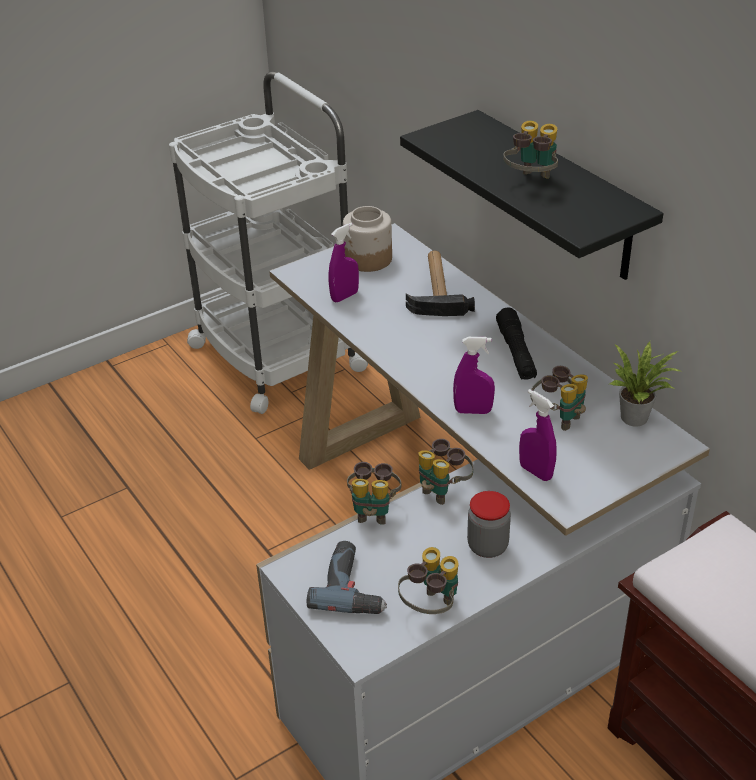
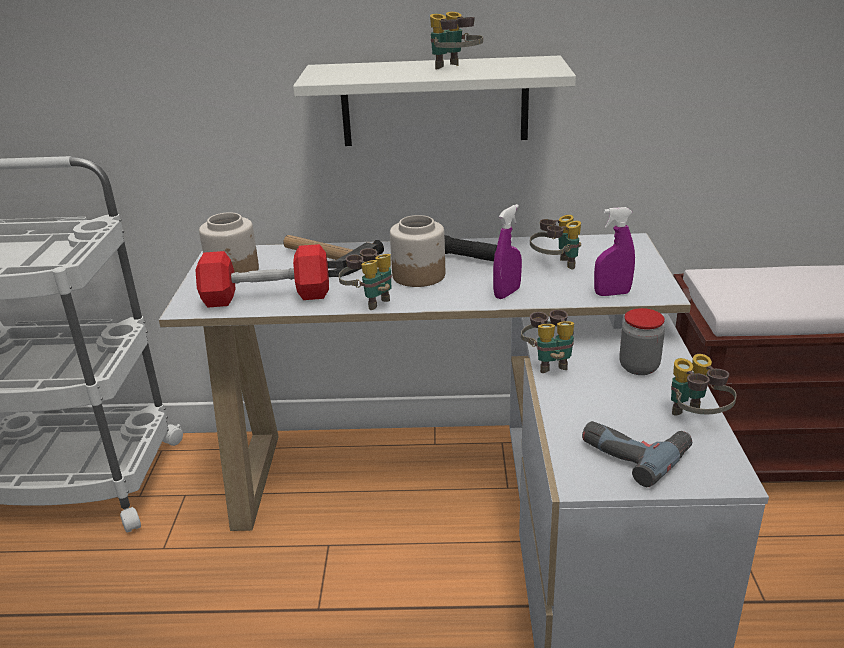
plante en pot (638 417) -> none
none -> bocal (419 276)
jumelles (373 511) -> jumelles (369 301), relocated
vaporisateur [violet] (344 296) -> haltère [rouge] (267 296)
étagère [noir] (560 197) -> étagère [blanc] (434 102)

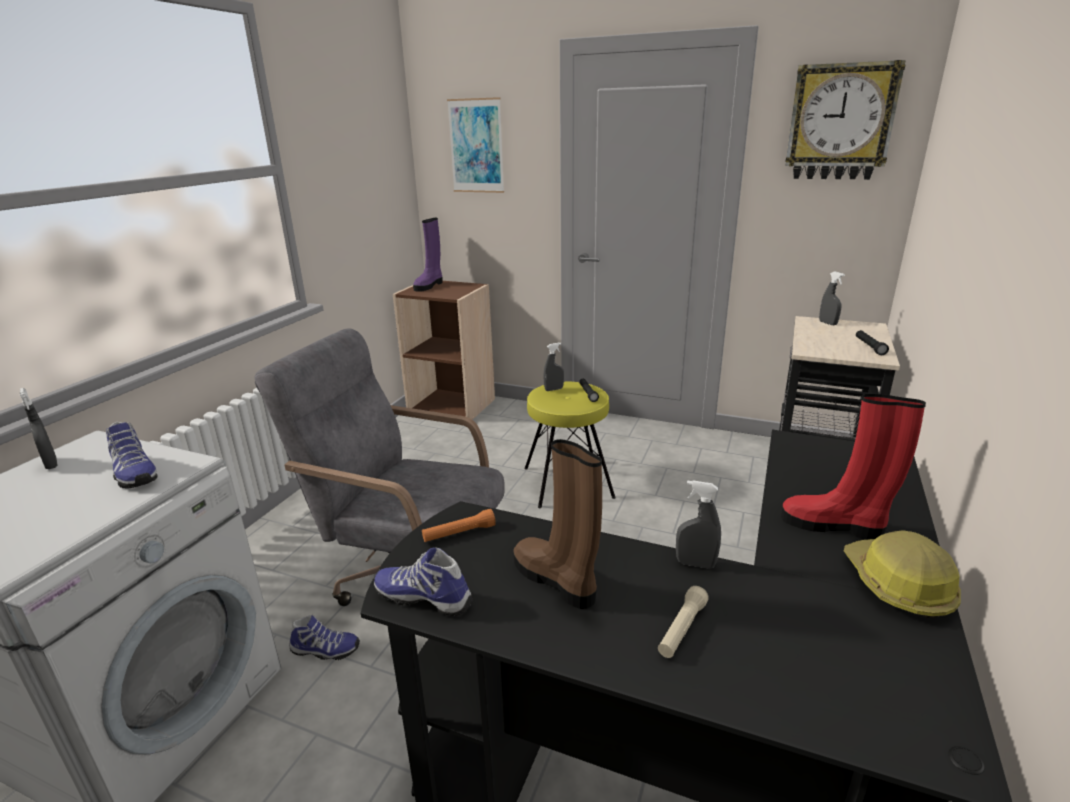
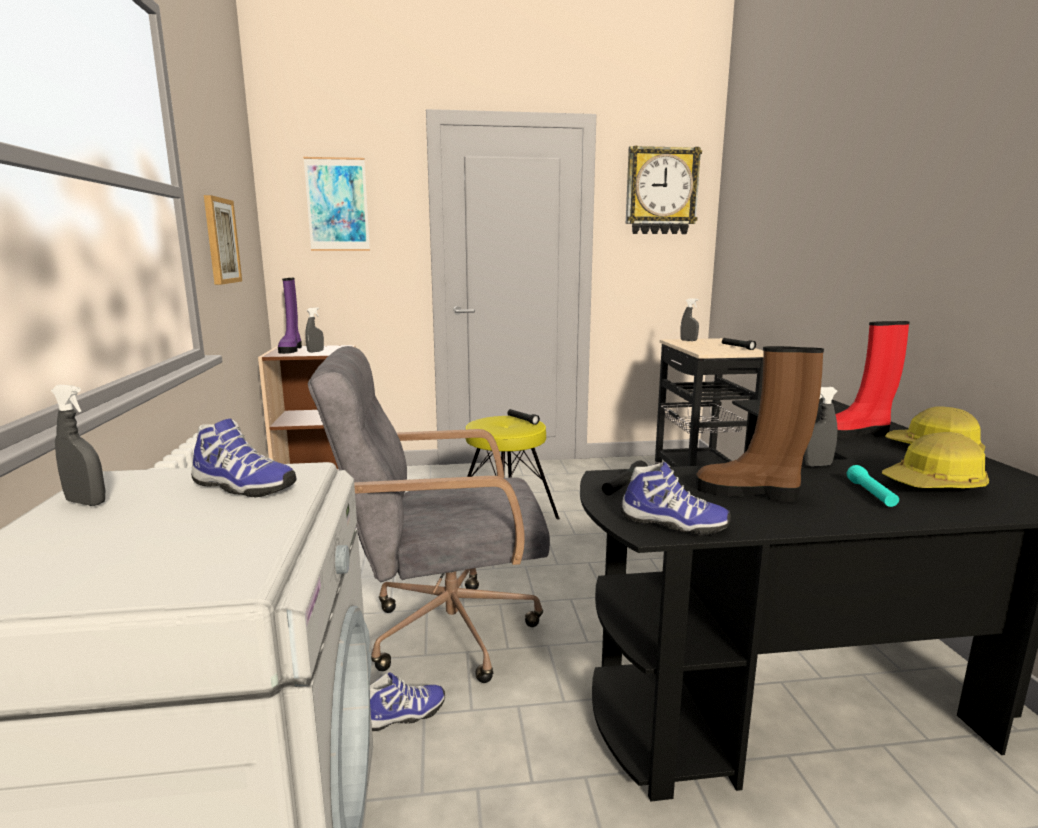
none -> tableau (220 241)
none -> casque de chantier (934 485)
vaporisateur [gris] (554 389) -> vaporisateur [gris] (315 351), relocated
lampe de poche [orange] (459 533) -> lampe de poche [noir] (624 486)
lampe de poche [beige] (682 629) -> lampe de poche [turquoise] (871 494)
chaussure (425 597) -> chaussure (672 524), 150 degrees counterclockwise

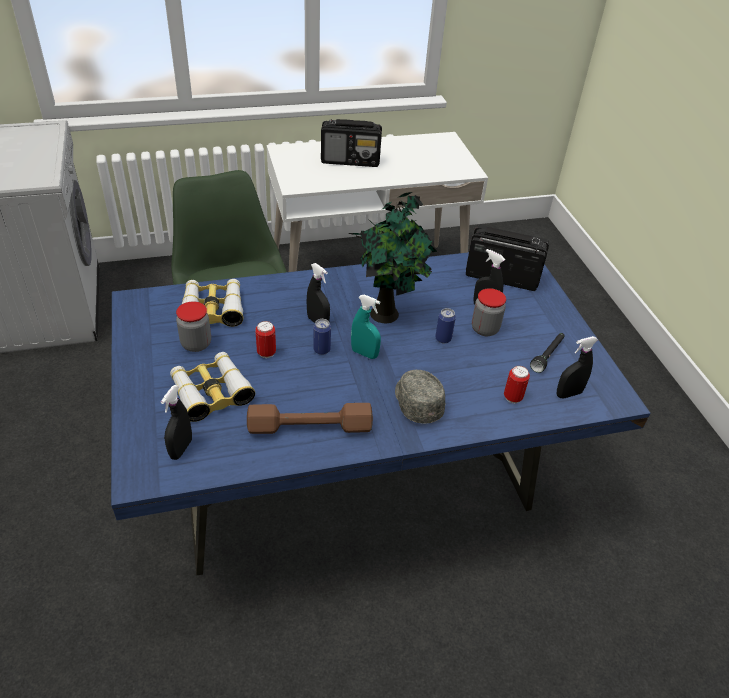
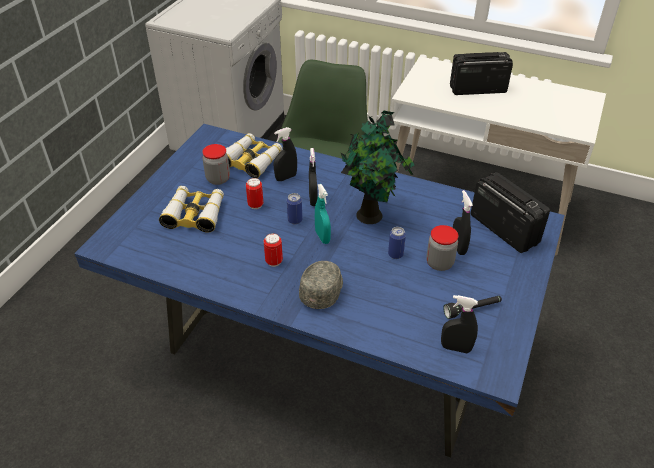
haltère [marron] (310 427) -> none
vaporisateur [noir] (181 449) -> vaporisateur [noir] (286 177), relocated
boîte métallique (512 397) -> boîte métallique (274 261), relocated
radio (351 161) -> radio (477 89), 135 degrees clockwise

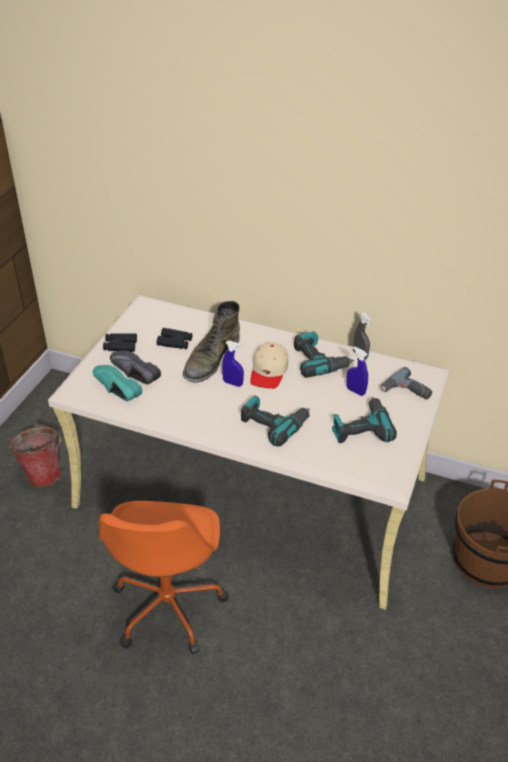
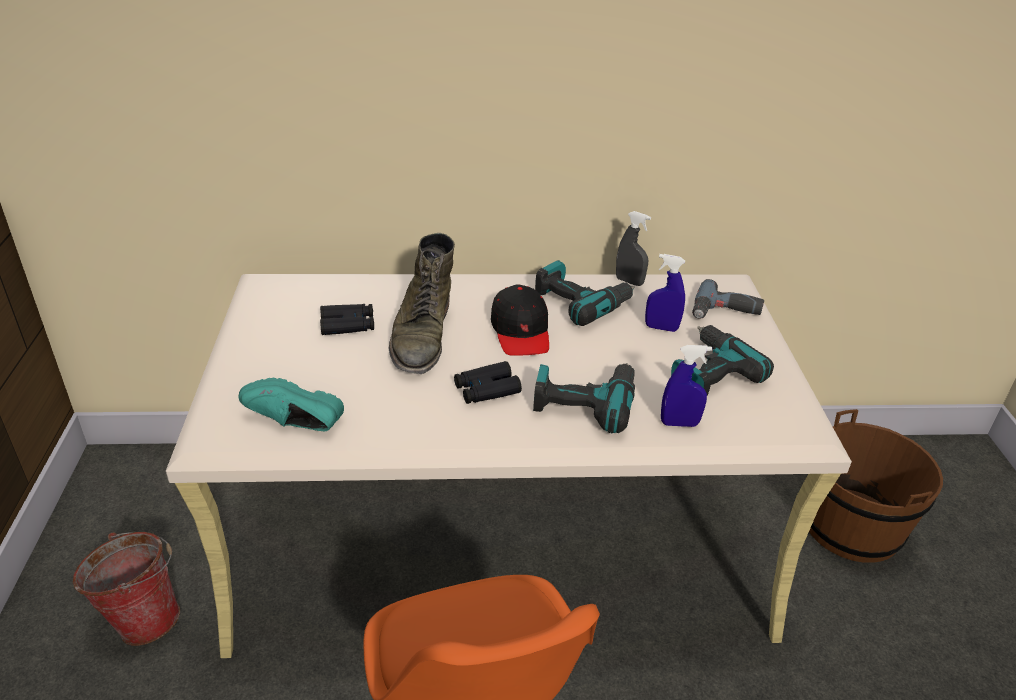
chaussure [noir] (133 377) -> none
jumelles [noir] (120 346) -> jumelles [noir] (486 389), relocated
vaporisateur [bleu] (232 383) -> vaporisateur [bleu] (679 423), relocated
casquette [beige] (269 371) -> casquette [noir] (521 331)

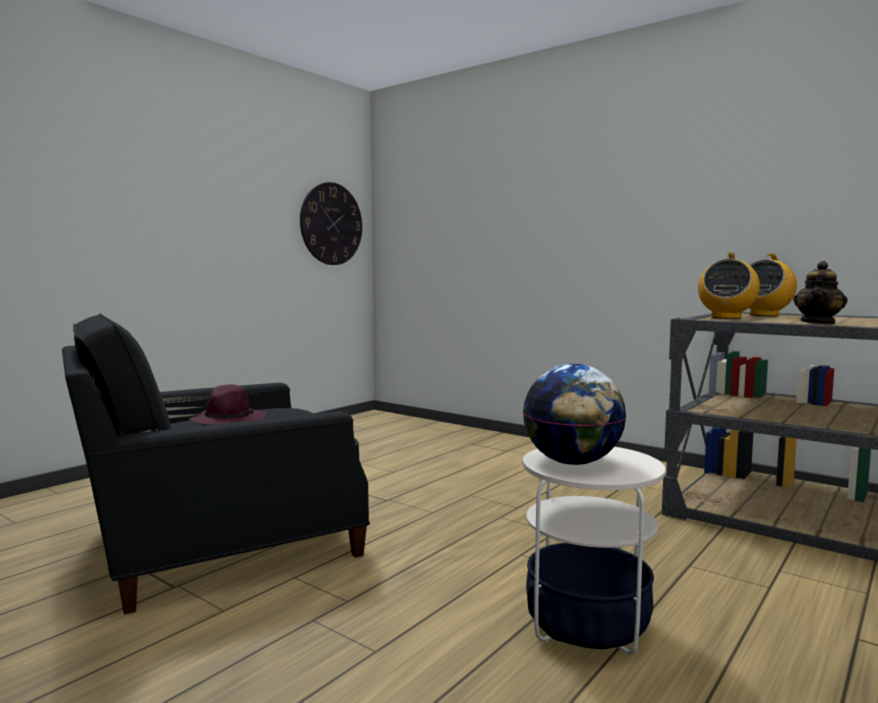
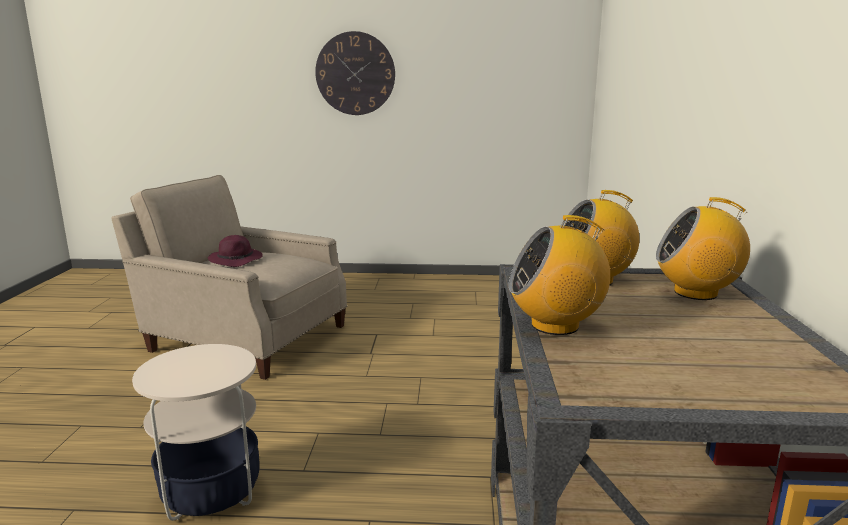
globe (572 462) -> none
horloge murale (331 224) -> horloge murale (355 74), relocated
théière (818 323) -> radio (555 325)
fauteuil [noir] (218 544) -> fauteuil [beige] (246 337)

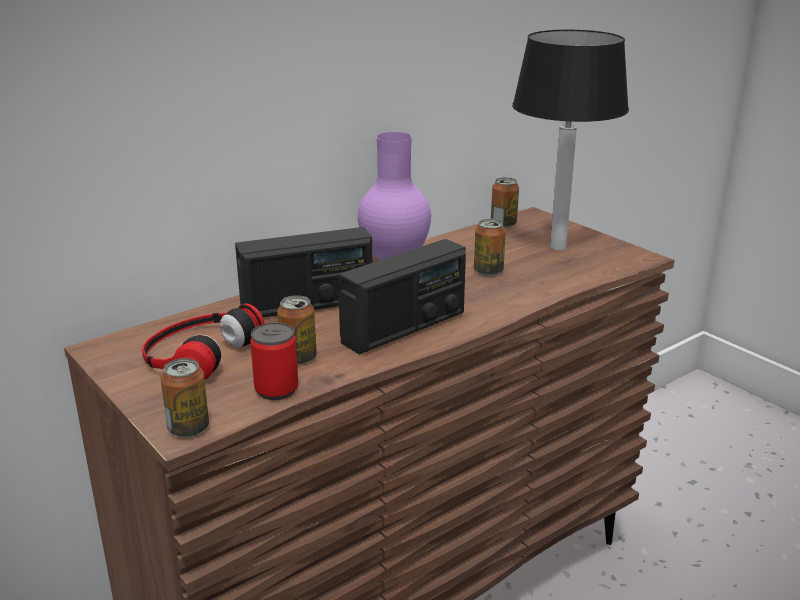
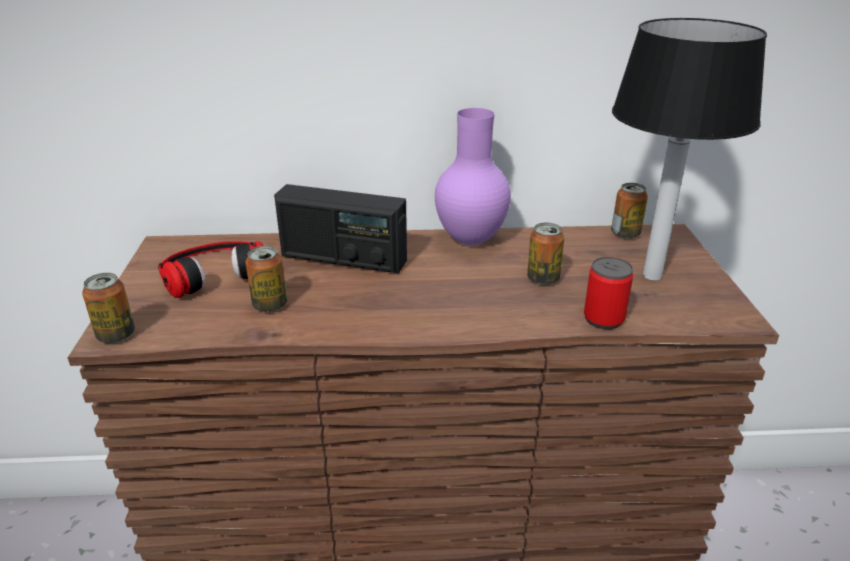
radio (404 328) -> none
boîte métallique (276 389) -> boîte métallique (603 319), relocated

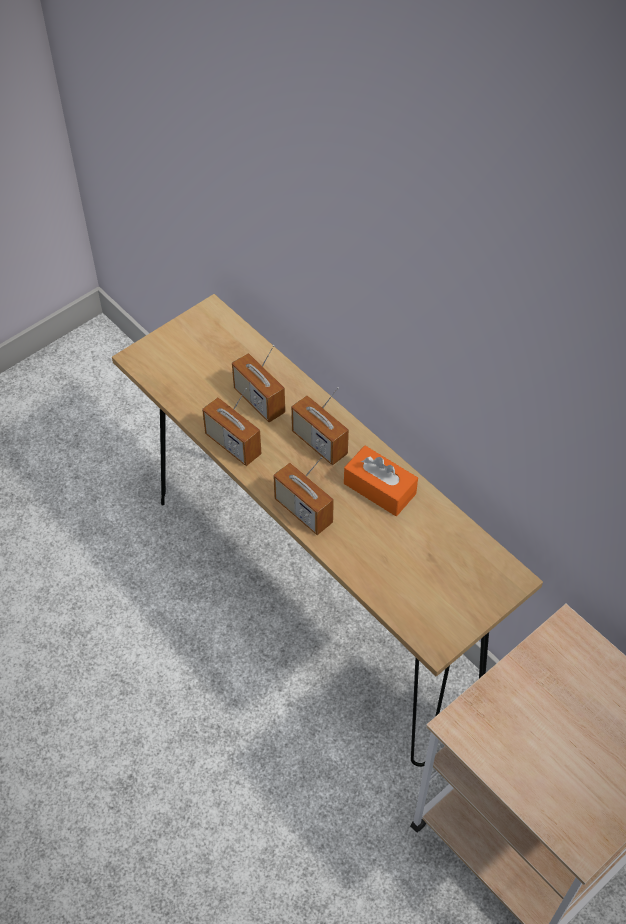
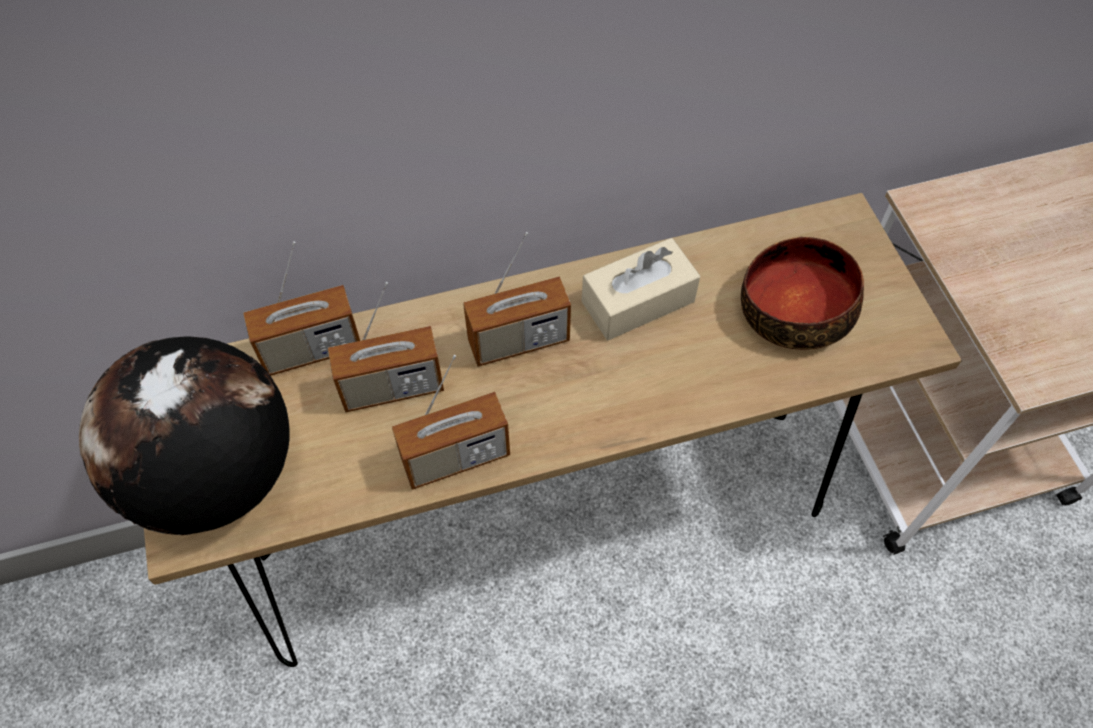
none -> globe (216 476)
none -> bol (796 307)
radio (303 511) -> radio (312 350), relocated
boîte à mouchoirs [orange] (379 488) -> boîte à mouchoirs [beige] (638 301)

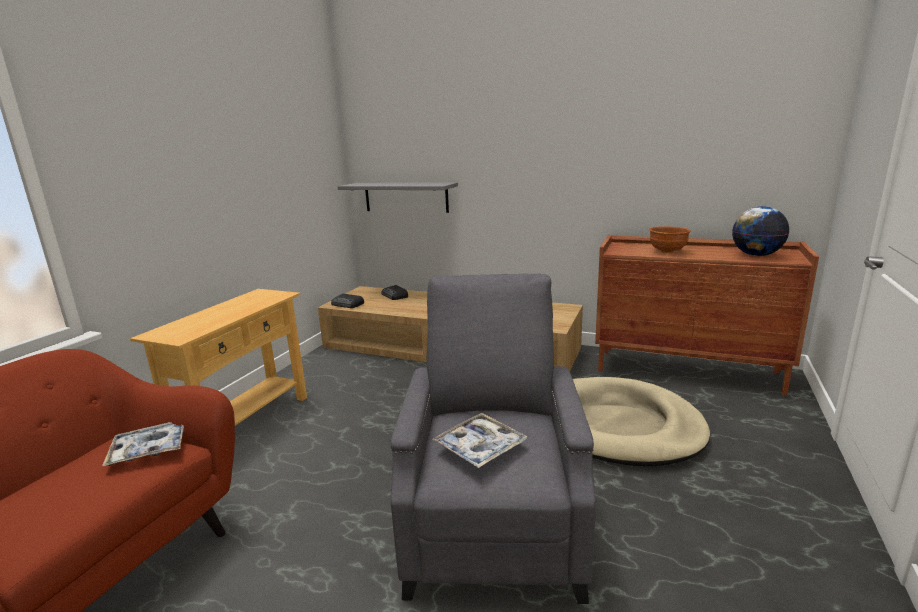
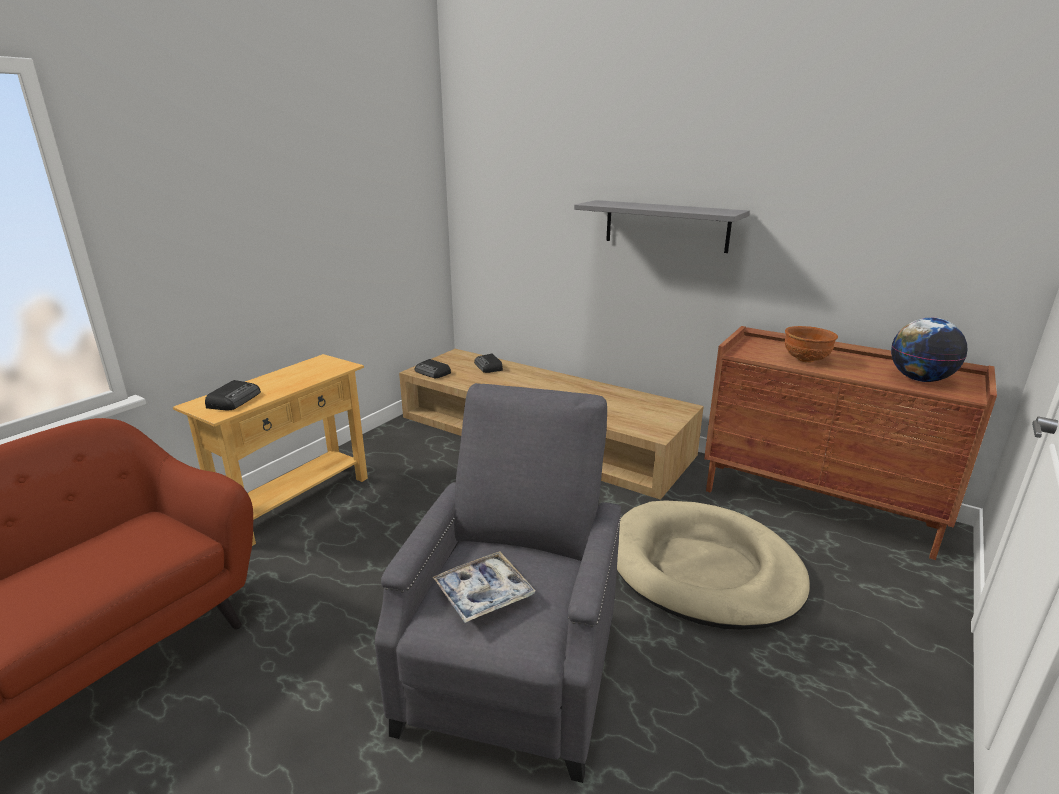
plateau (149 449) -> none
none -> radio (235 400)
étagère [gris] (406 197) -> étagère [gris] (666 226), relocated

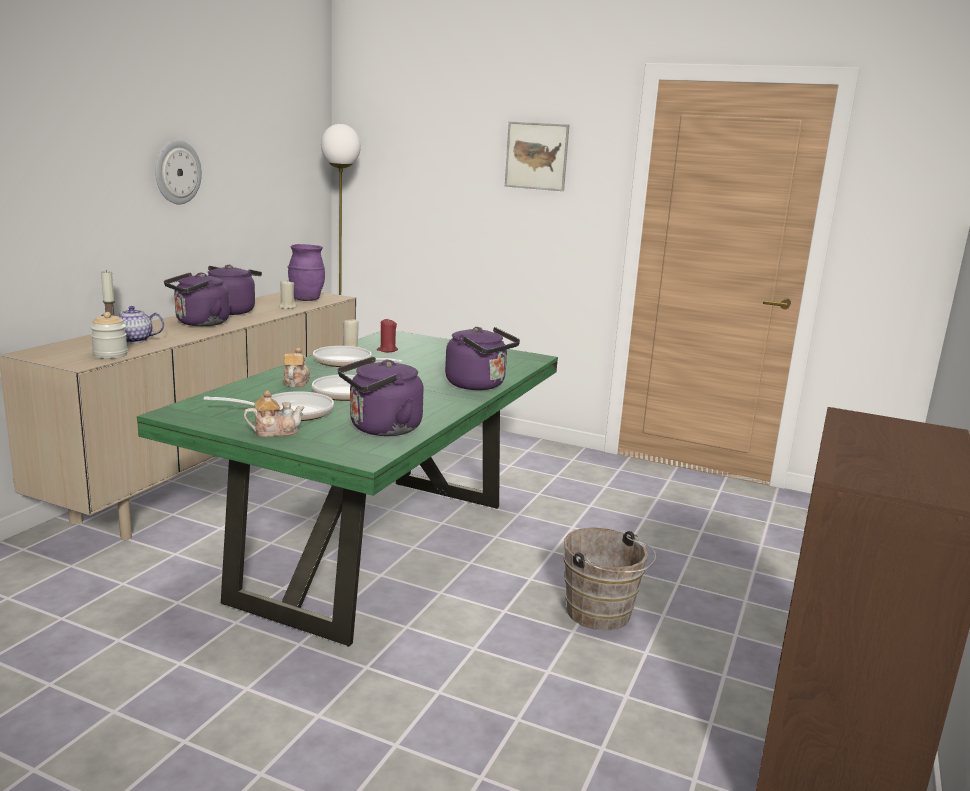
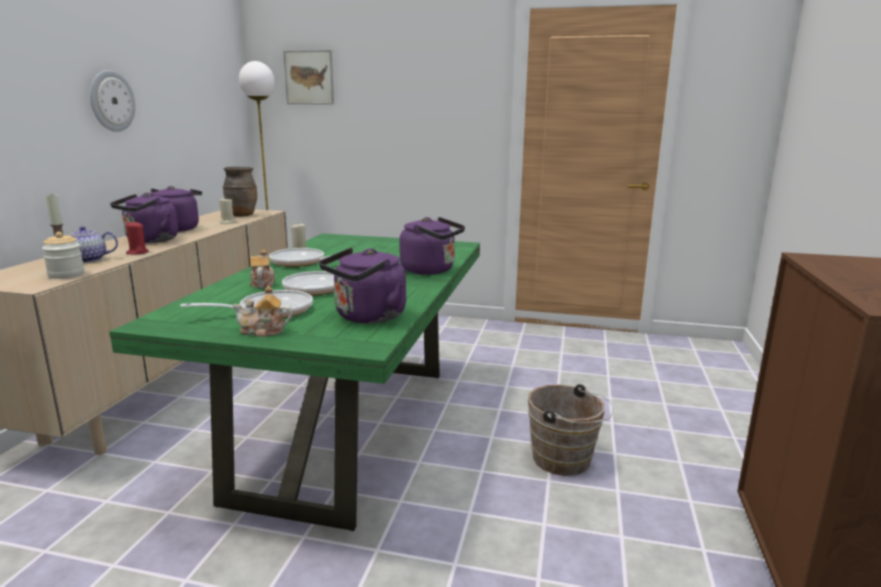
bougie [rouge] (387 350) -> bougie [rouge] (137 253), relocated
tableau (536 156) -> tableau (309 77), relocated
vase [violet] (306 299) -> vase [marron] (242 215)
théière (275 432) -> théière (263 331), 150 degrees counterclockwise

